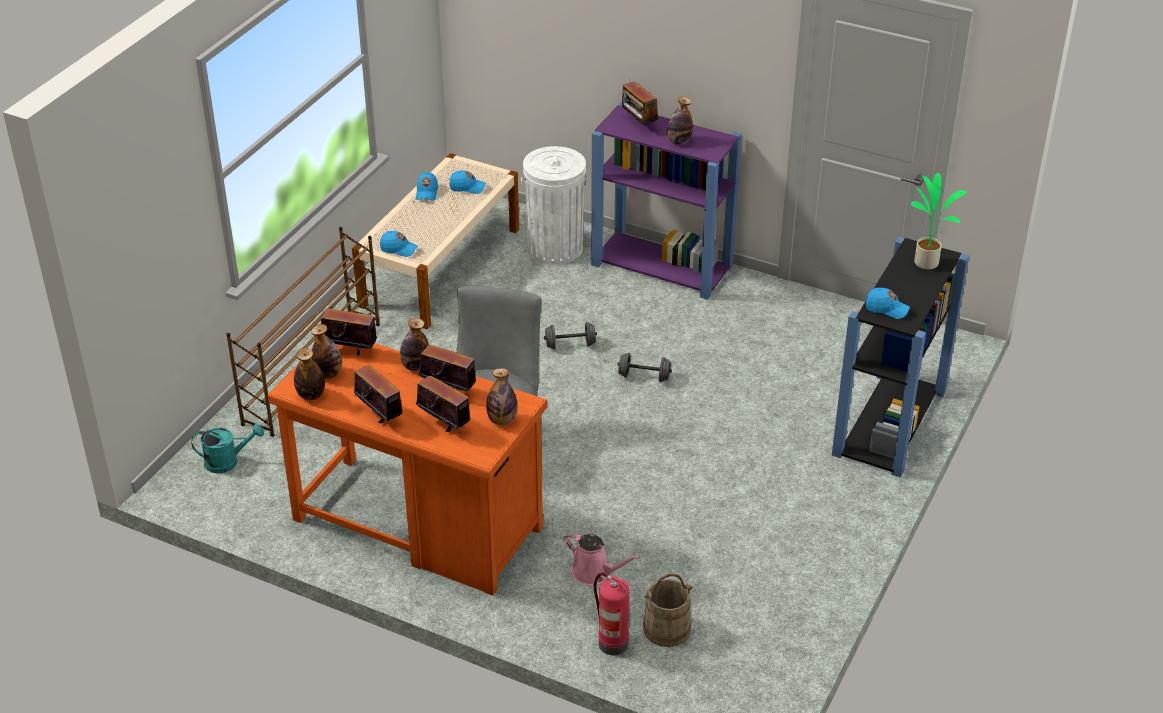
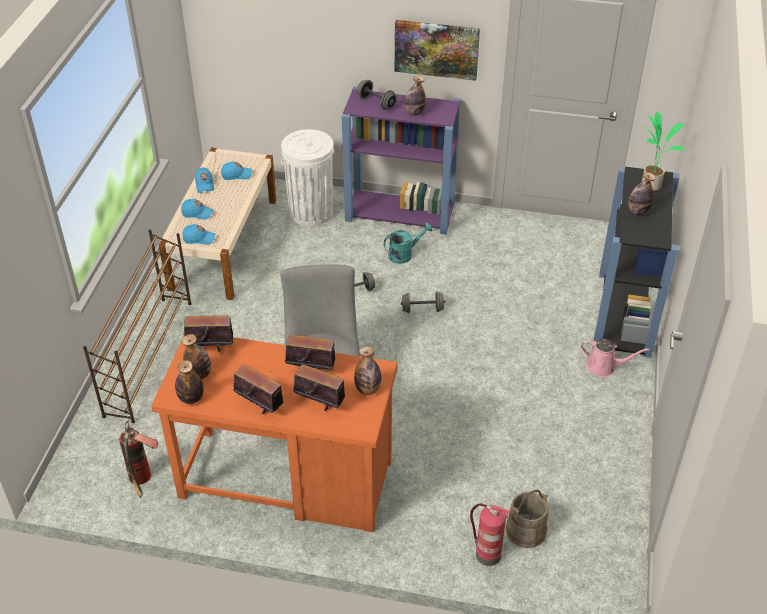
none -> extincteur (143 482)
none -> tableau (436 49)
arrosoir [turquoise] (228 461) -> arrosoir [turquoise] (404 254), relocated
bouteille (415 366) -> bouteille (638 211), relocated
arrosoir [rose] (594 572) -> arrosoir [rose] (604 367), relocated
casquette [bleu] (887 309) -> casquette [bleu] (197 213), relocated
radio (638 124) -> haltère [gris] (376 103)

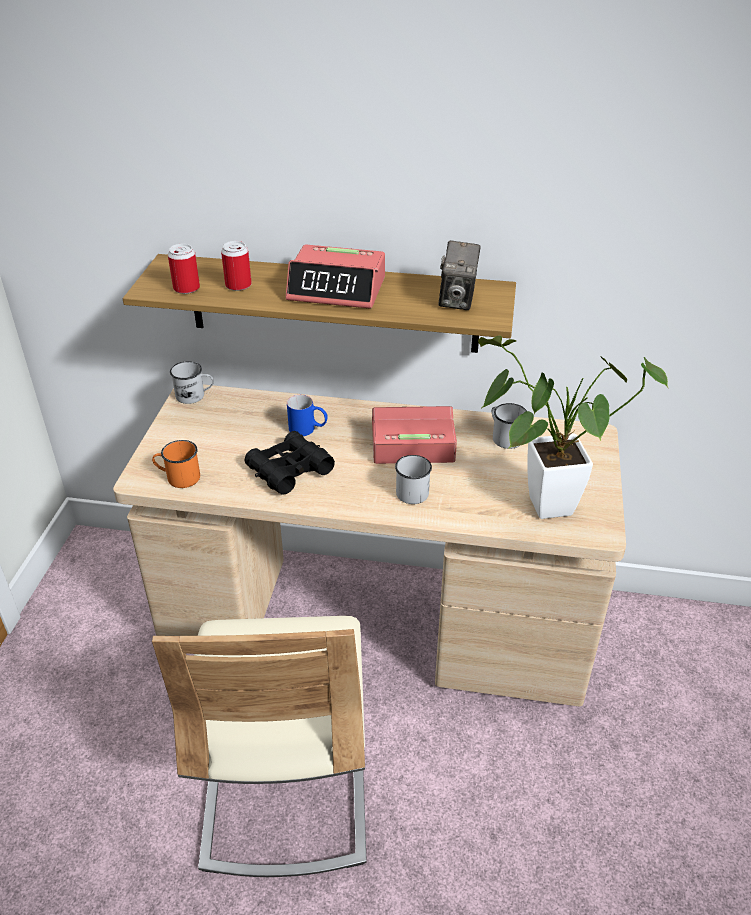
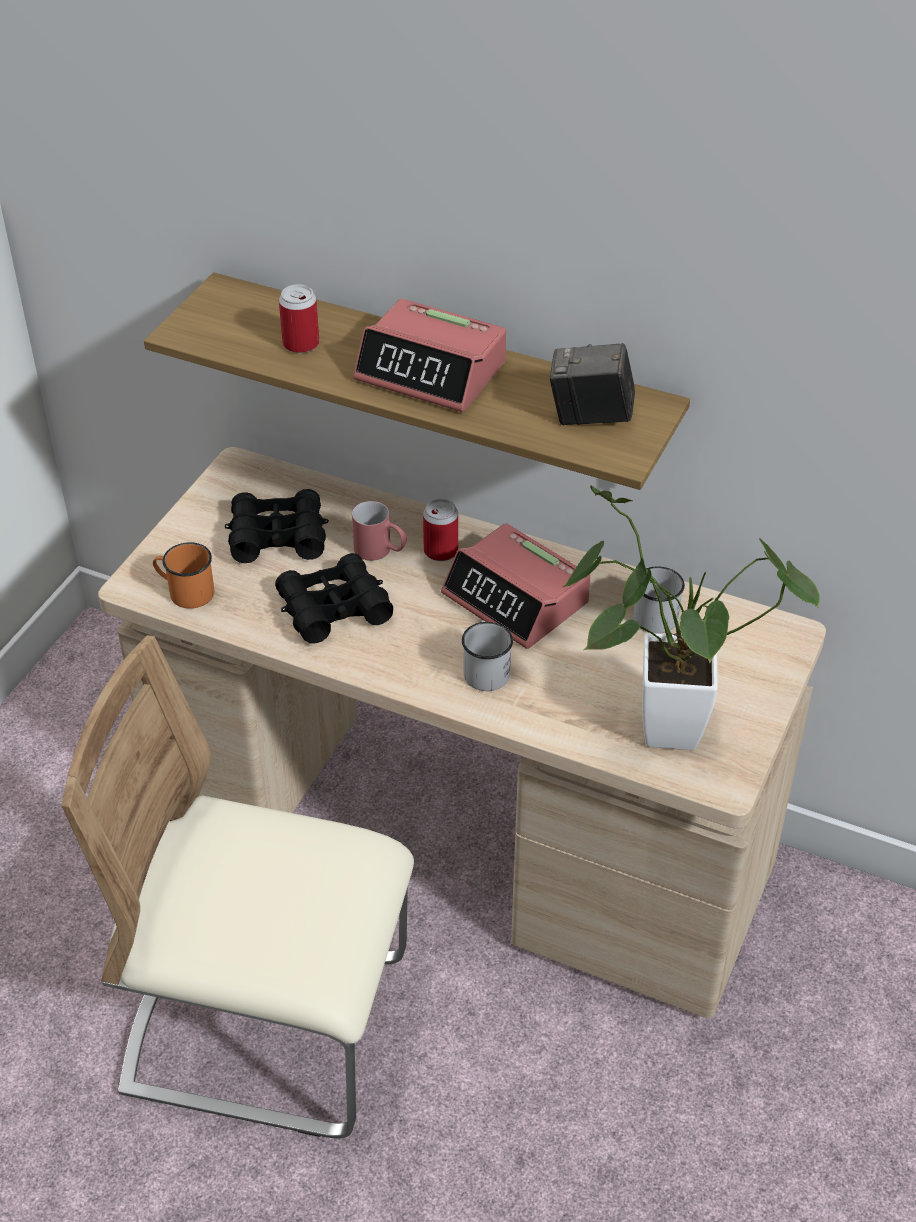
mug [blanc] (195 396) -> none
none -> jumelles [noir] (277 536)
boîte métallique (186 288) -> boîte métallique (440 551), relocated
mug [bleu] (308 429) -> mug [rouge] (381 551)
chaise [beige] (285 783) -> chaise [beige] (268 1026), 90 degrees clockwise
réveil (412 443) -> réveil (516 599), 150 degrees counterclockwise
appareil photo (457 300) -> appareil photo (590 416), 75 degrees clockwise

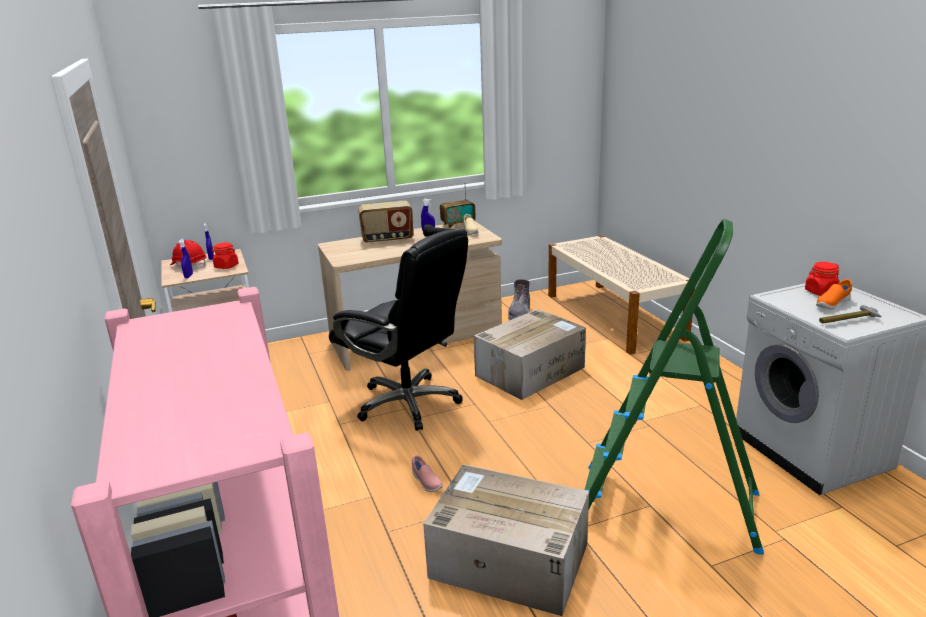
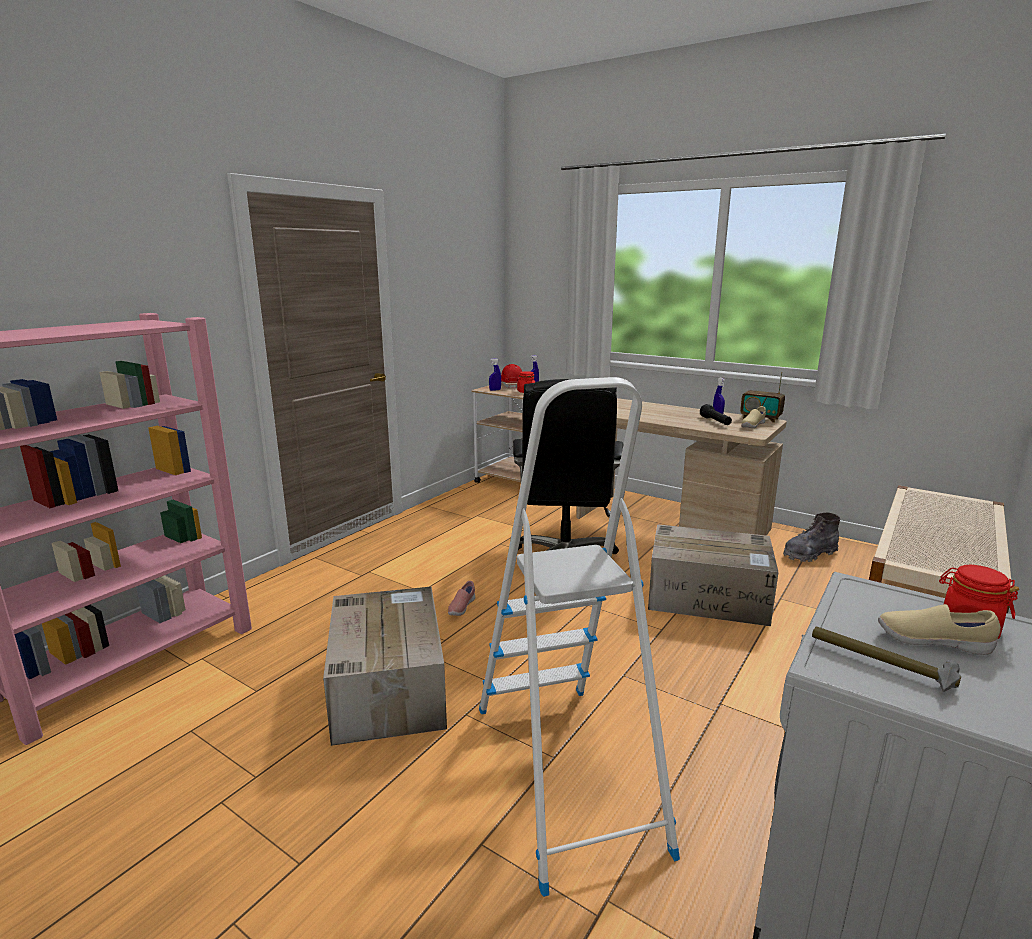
radio (387 239) -> none
escabeau [vert] (666 506) -> escabeau [blanc] (564 771)
chaussure [orange] (832 304) -> chaussure [beige] (932 642)

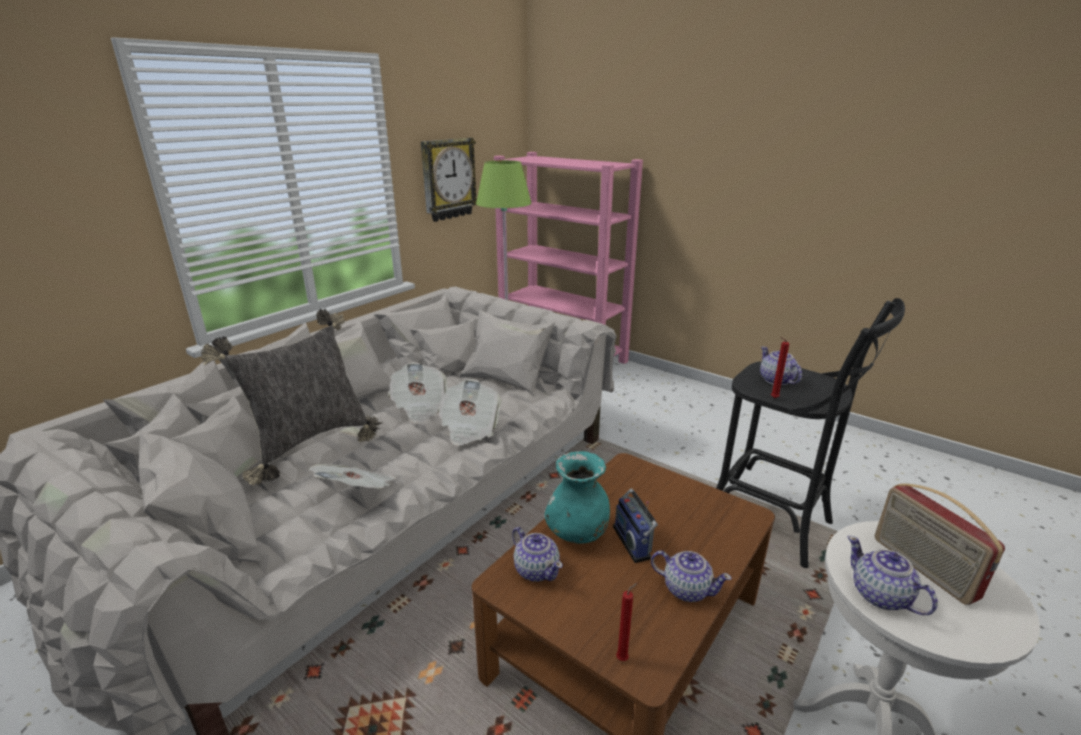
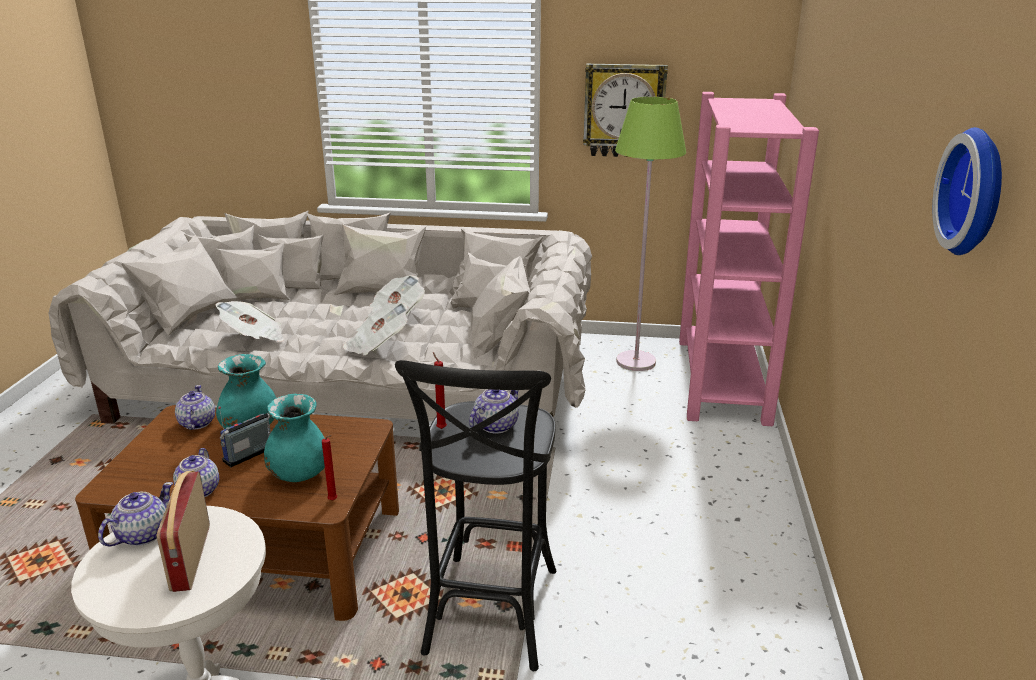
coussin (310 452) -> none
none -> vase [turquoise] (299 474)
none -> horloge murale (978 192)
bougie [rouge] (624 658) -> bougie [rouge] (334 501), relocated
théière (536 569) -> théière (196 423), 150 degrees clockwise
radio (922 568) -> radio (189 558), 45 degrees counterclockwise

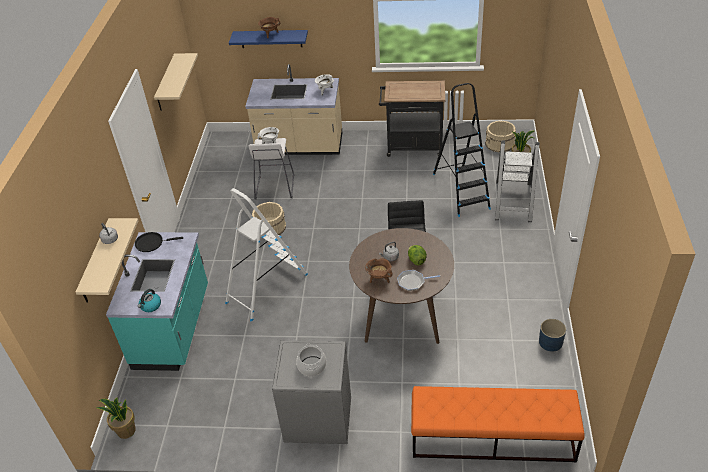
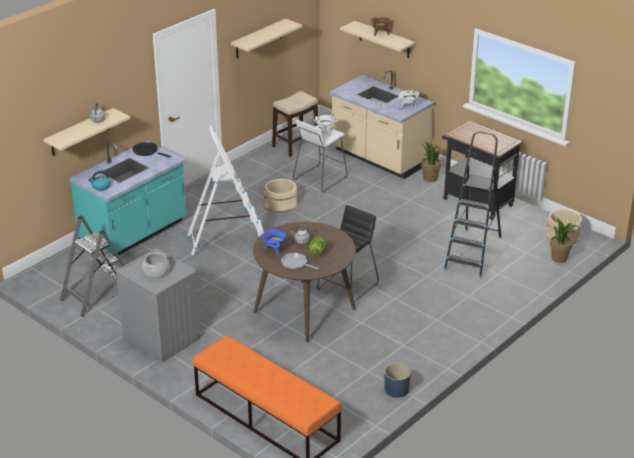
none -> tabouret (295 145)
plante en pot (126 431) -> plante en pot (429 178), relocated
escabeau [gris] (513 202) -> escabeau [gris] (98 294), relocated
étagère [bleu] (271 39) -> étagère [beige] (384 39)
marmite [marron] (379 279) -> marmite [bleu] (274 250)

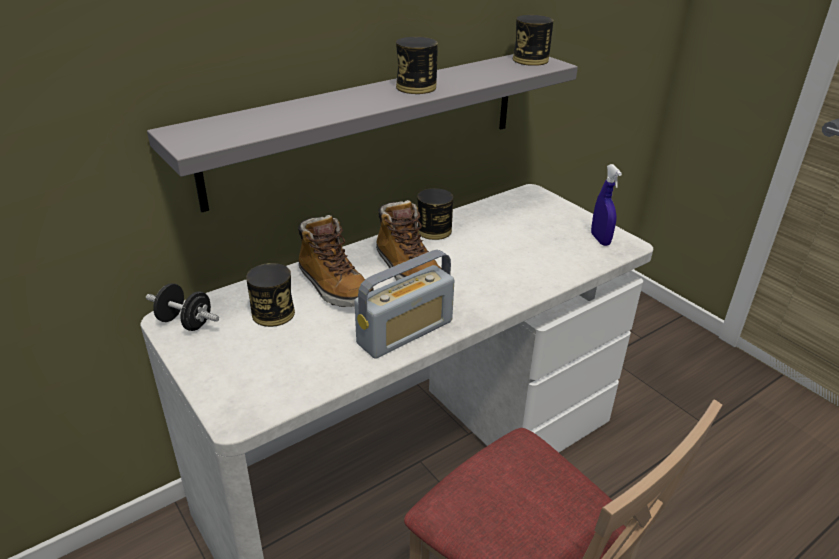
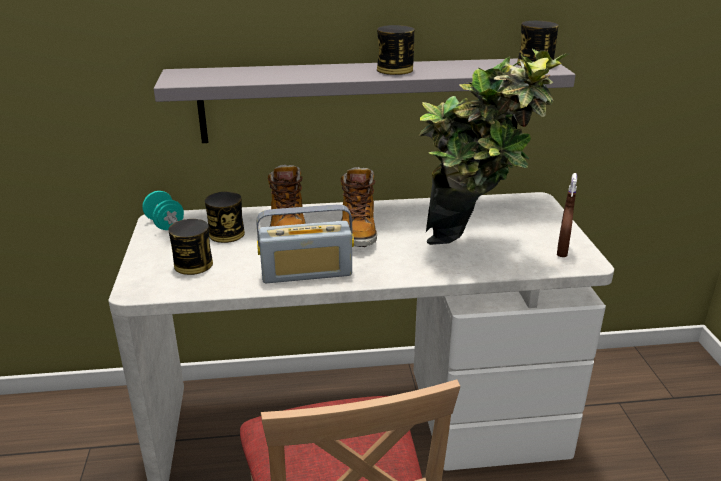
none -> plante en pot (475 249)
boîte métallique (434 231) -> boîte métallique (193 264), relocated
haltère [noir] (185 322) -> haltère [turquoise] (165 224)
vaporisateur [bleu] (600 239) -> vaporisateur [marron] (562 251)

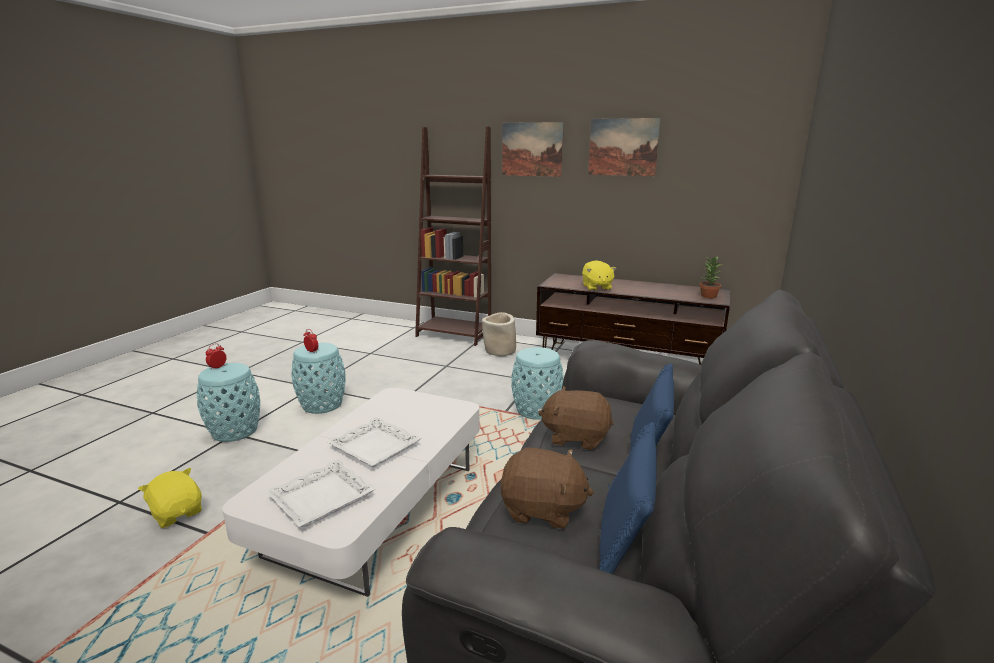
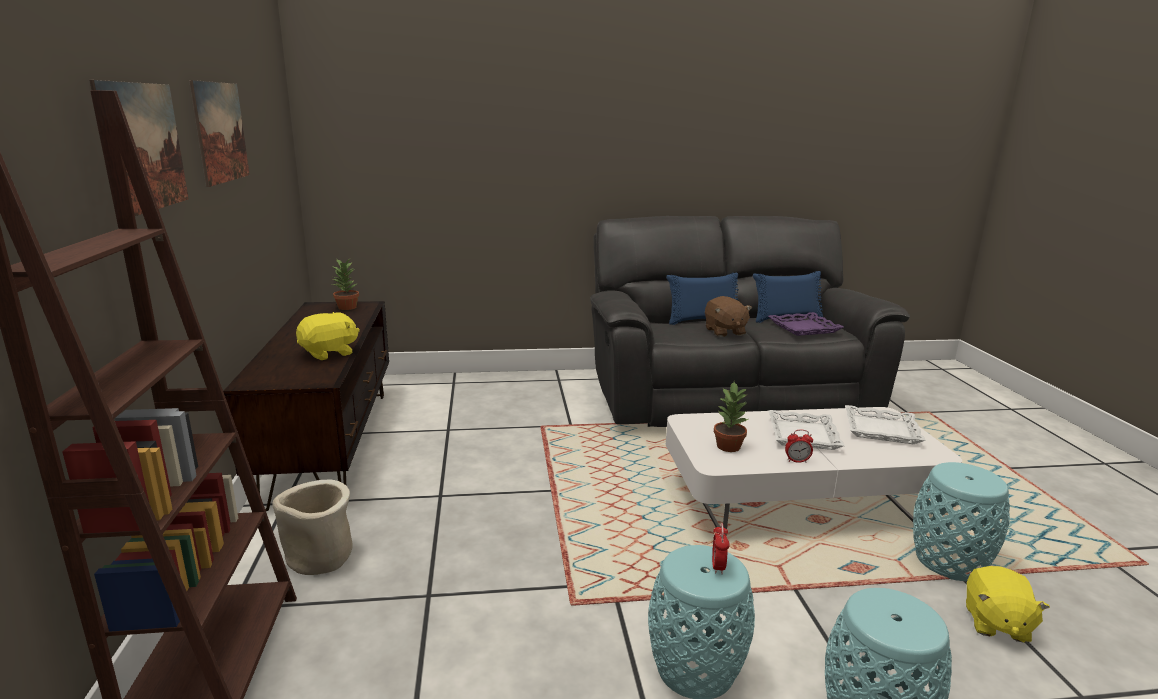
none -> plante en pot (729 446)
réveil (217 367) -> réveil (797 461), relocated
tabouret [turquoise] (536 411) -> tabouret [turquoise] (949 562), relocated
peluche [marron] (542 509) -> plateau [violet] (804 328)

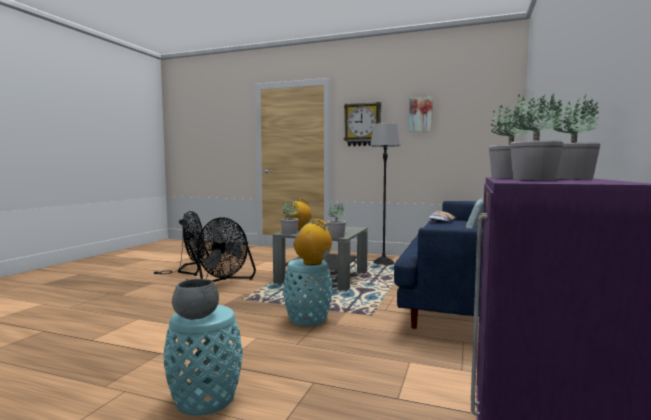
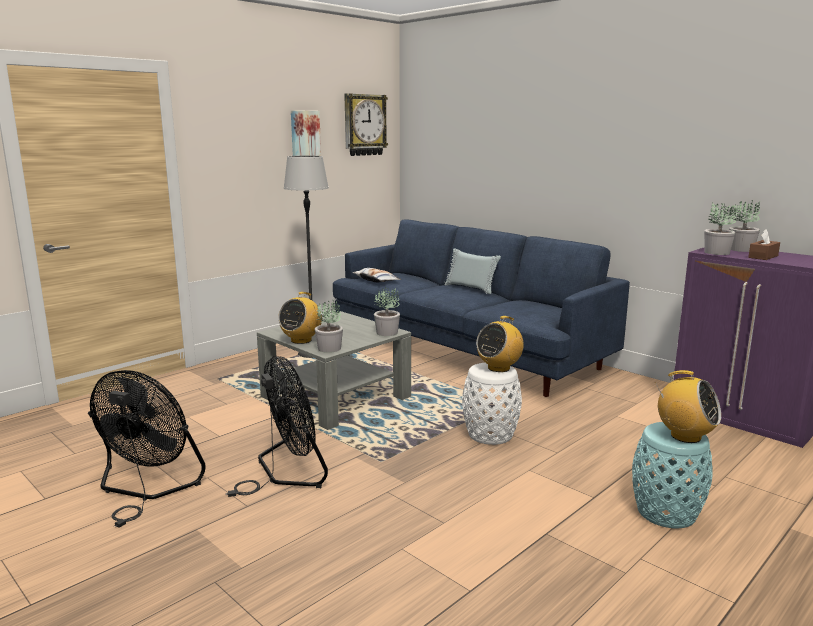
horloge murale (362 124) -> horloge murale (364 125), relocated
bol [gris] (197 316) -> radio (685 436)
plante en pot (533 179) -> boîte à mouchoirs [marron] (763 256)
tabouret [turquoise] (308 319) -> tabouret [blanc] (490 435)

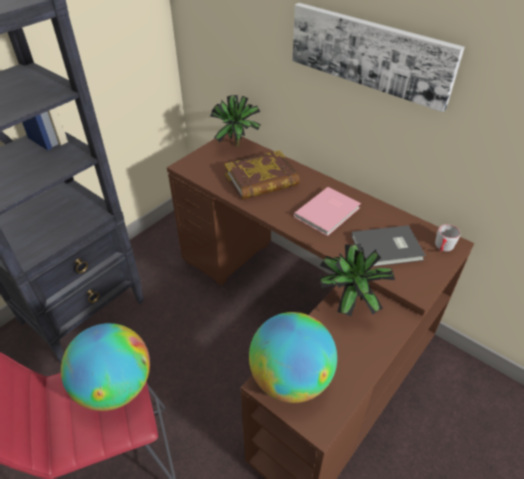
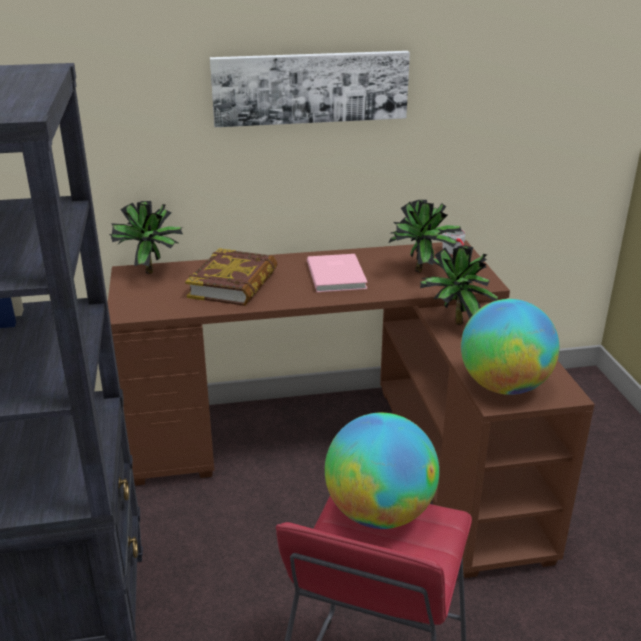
livre [gris] (388 249) -> plante en pot (423 272)

